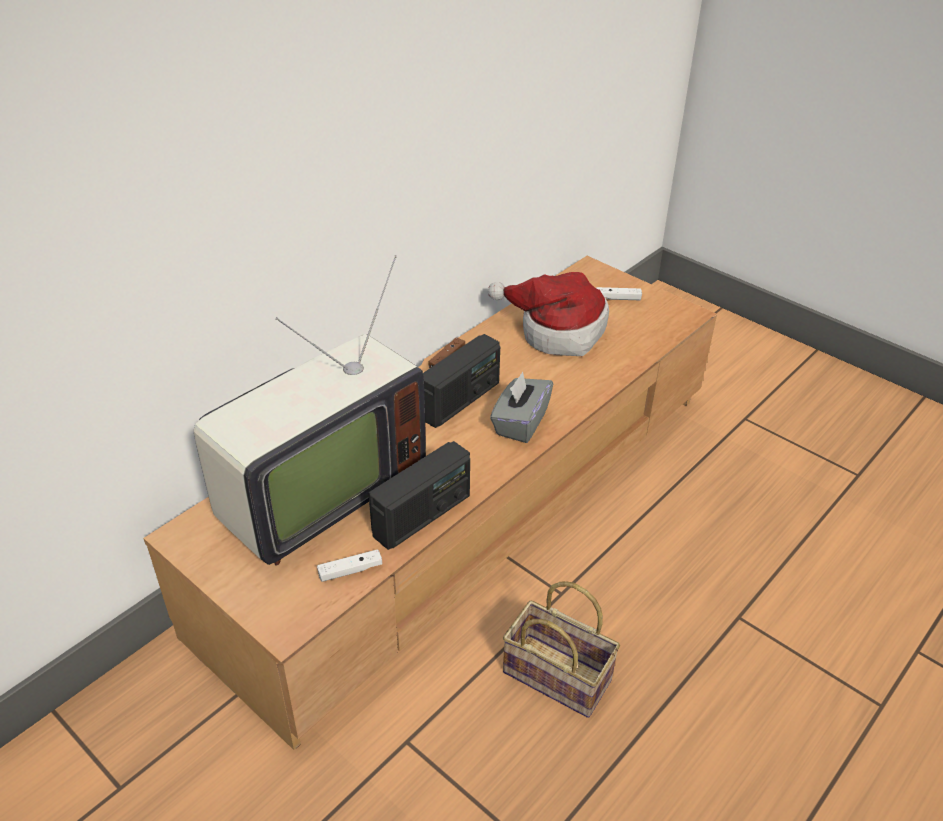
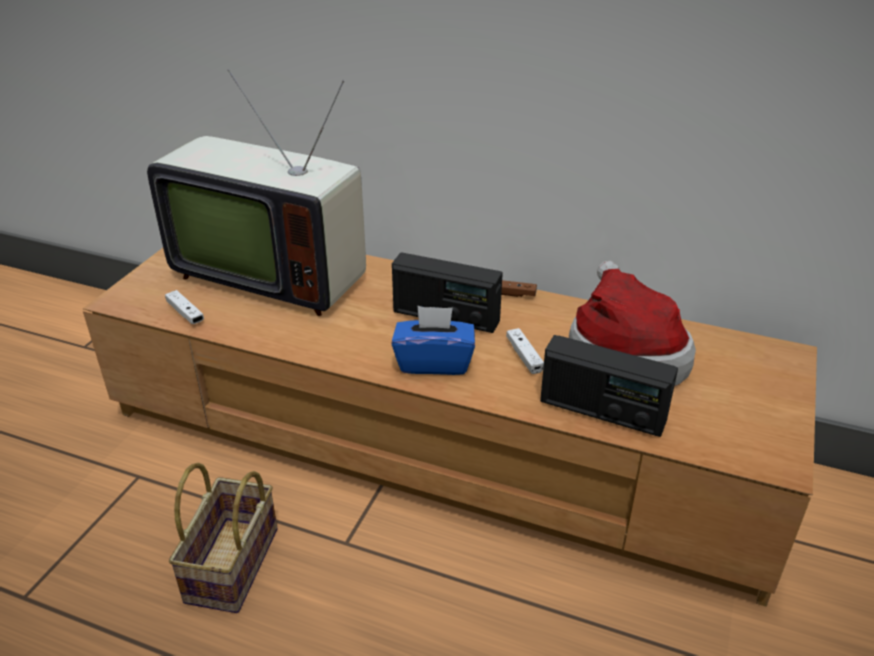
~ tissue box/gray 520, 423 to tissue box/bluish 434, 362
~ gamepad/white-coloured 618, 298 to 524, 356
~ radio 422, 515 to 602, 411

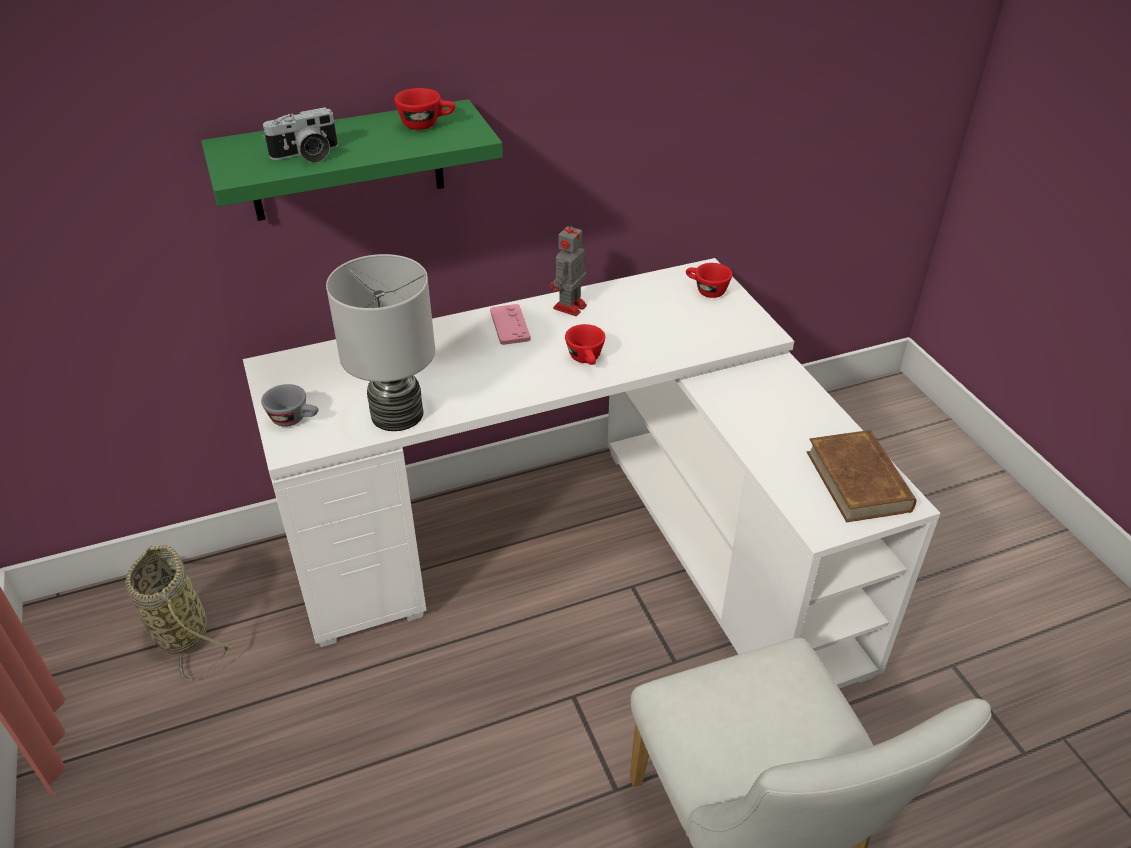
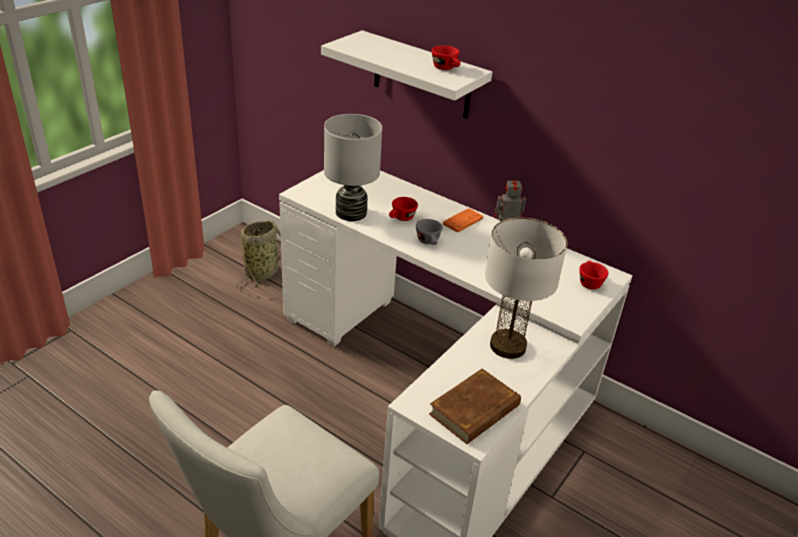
~ wall shelf/greenish 346, 161 to wall shelf/white-coloured 422, 76
~ cup/red-coloured 586, 359 to 401, 218
~ cup/gray 294, 419 to 429, 242
~ gamepad/pink-coloured 510, 325 to gamepad/orange 463, 221
+ table lamp 507, 346
- still camera 306, 155

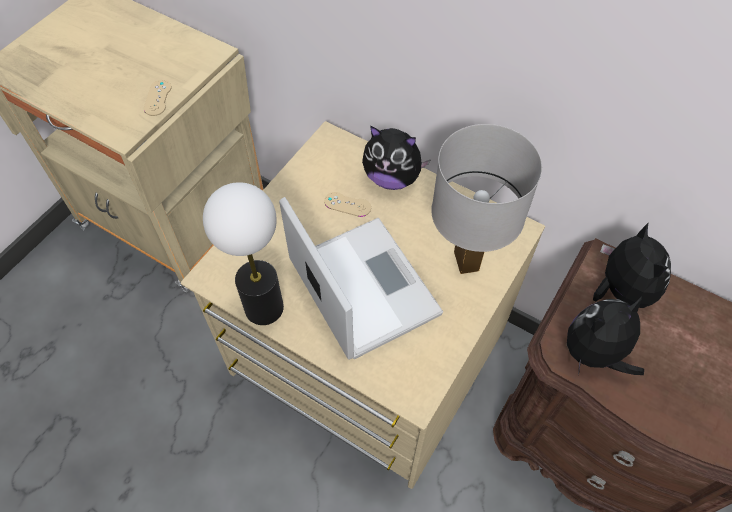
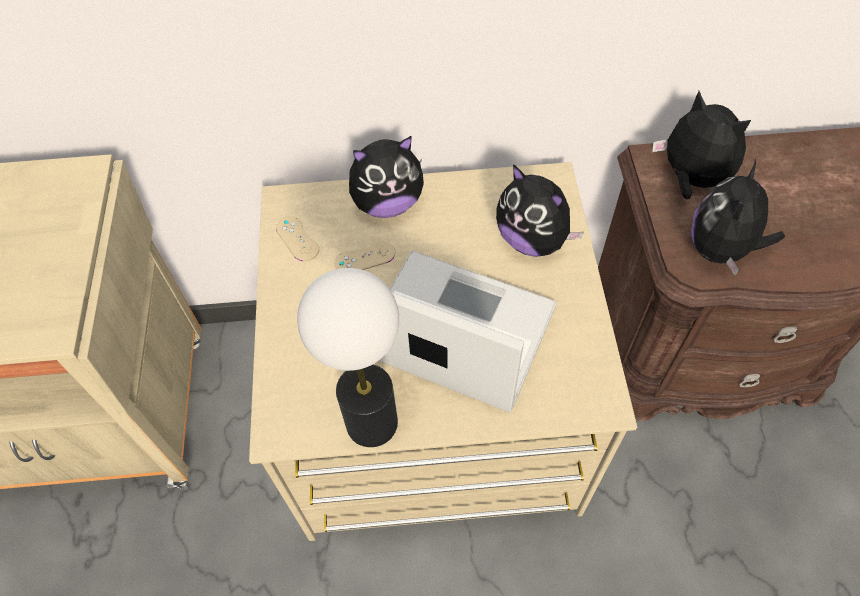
~ gamepad/beige-coloured 158, 98 to 297, 239
~ table lamp/white-coloured 467, 261 to plush toy 533, 240

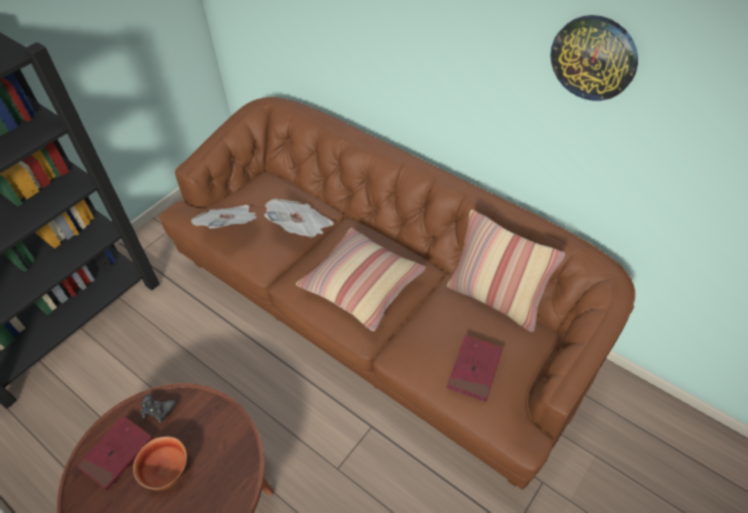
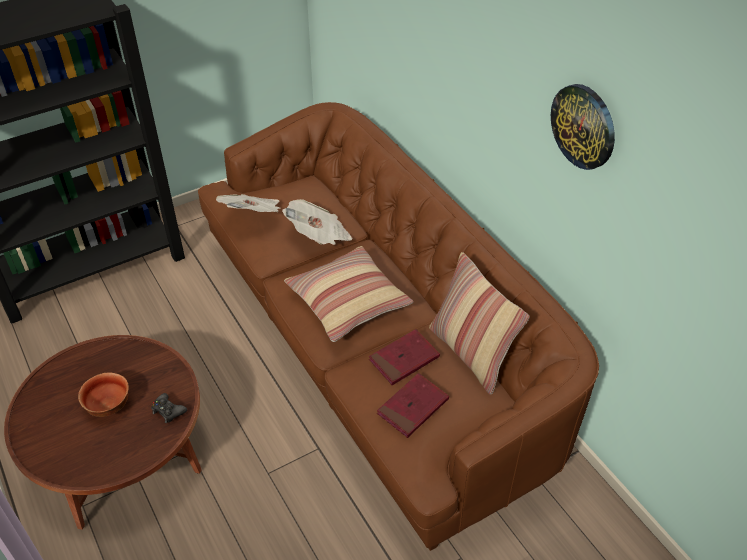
~ gamepad/blackish 157, 409 to 168, 411
~ bound book/red-coloured 117, 453 to 404, 359

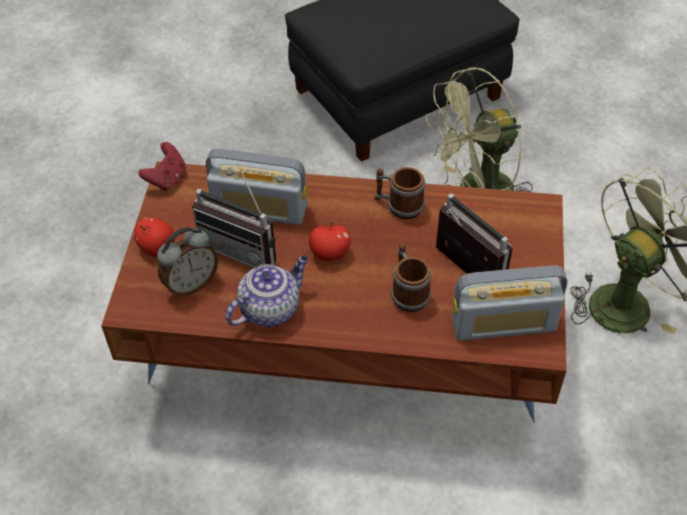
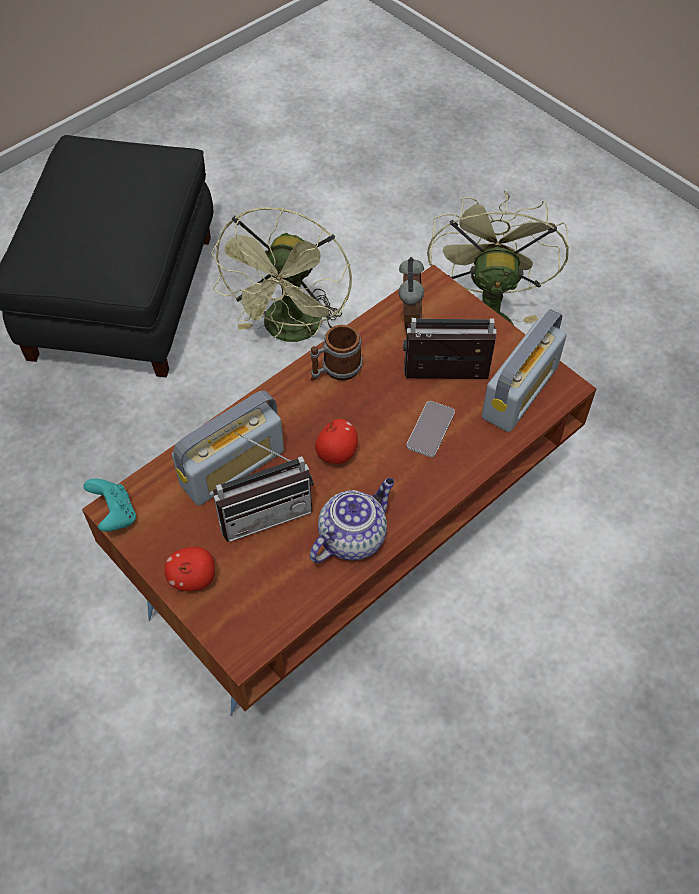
~ gamepad/red-coloured 167, 179 to gamepad/turquoise-coloured 115, 515
~ pot for tea 270, 308 = 353, 536 45 degrees clockwise
~ alarm clock 191, 284 to 409, 319
~ tea mug 408, 292 to telephone 430, 429

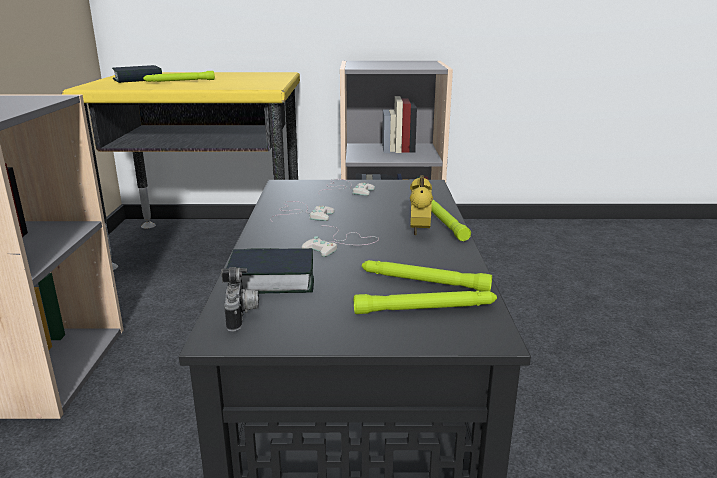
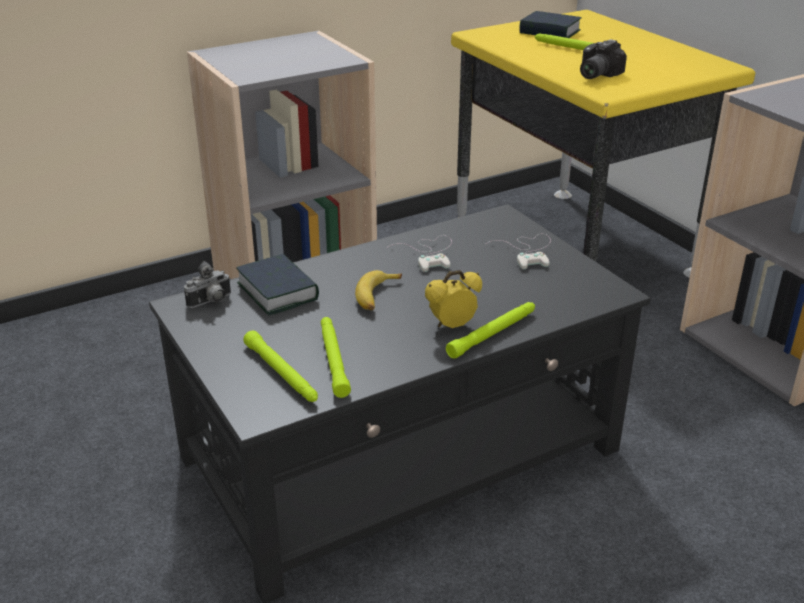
~ gamepad/white-coloured 341, 244 to whole banana 376, 296
+ still camera 594, 74

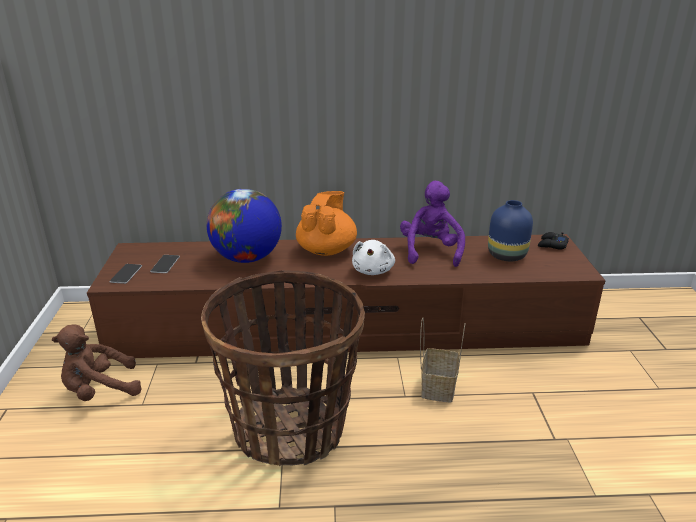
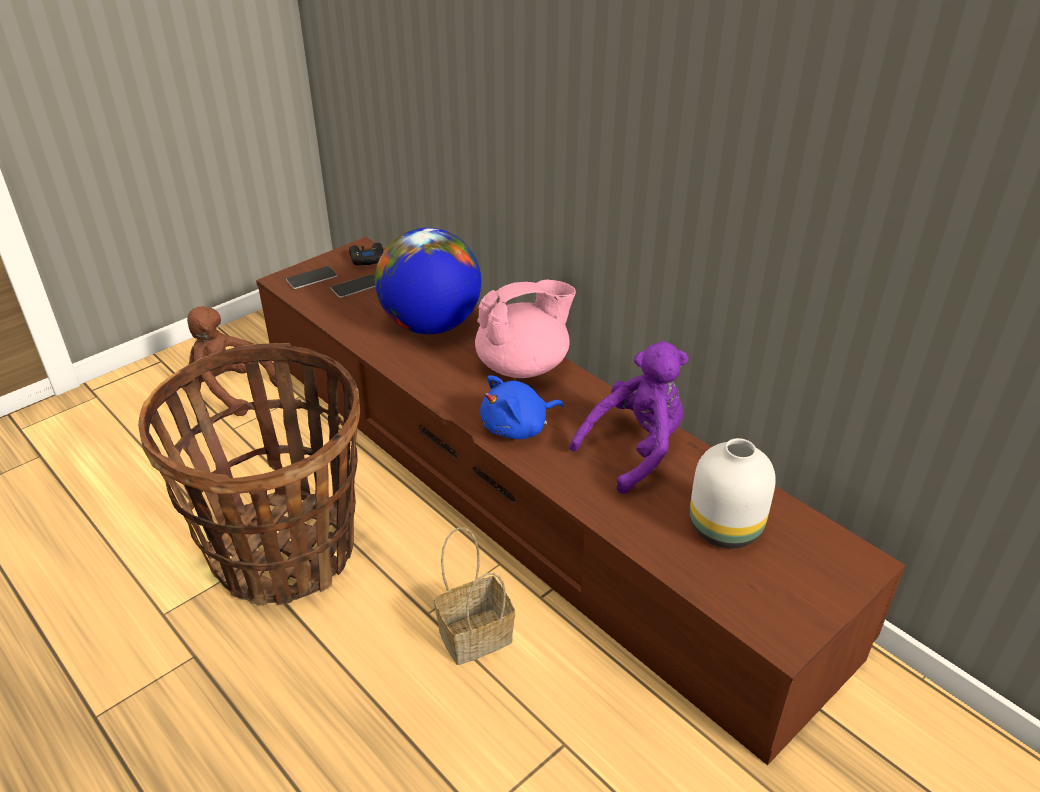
~ gamepad/blackish 552, 245 to 367, 258
~ pot for tea/orange 327, 250 to pot for tea/pink-coloured 524, 366
~ plush toy/white-coloured 373, 270 to plush toy/bluish 518, 428
~ decorative vase/bluish 505, 255 to decorative vase/white-coloured 723, 527

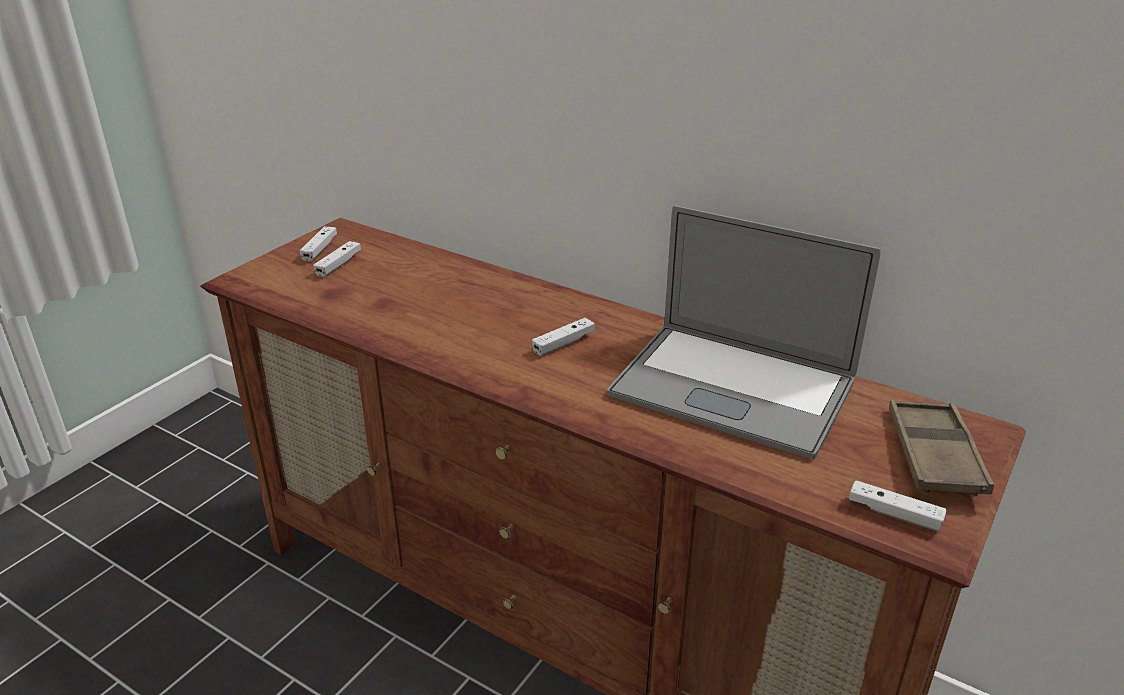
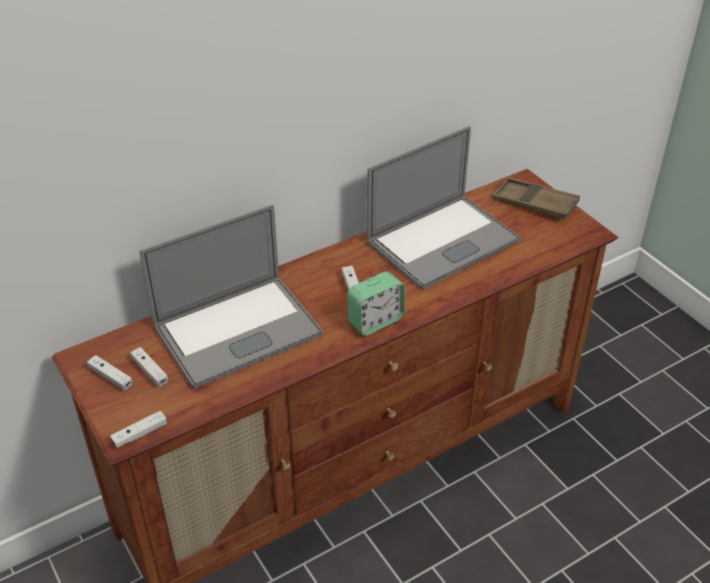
~ gamepad/white-coloured 894, 514 to 140, 434
+ notebook computer 238, 331
+ alarm clock 375, 321

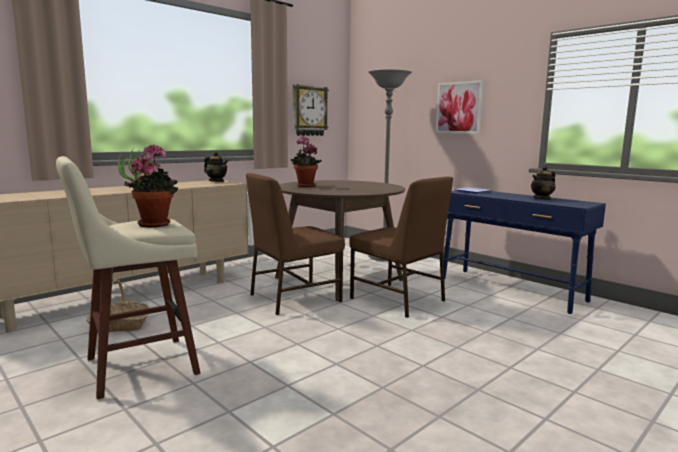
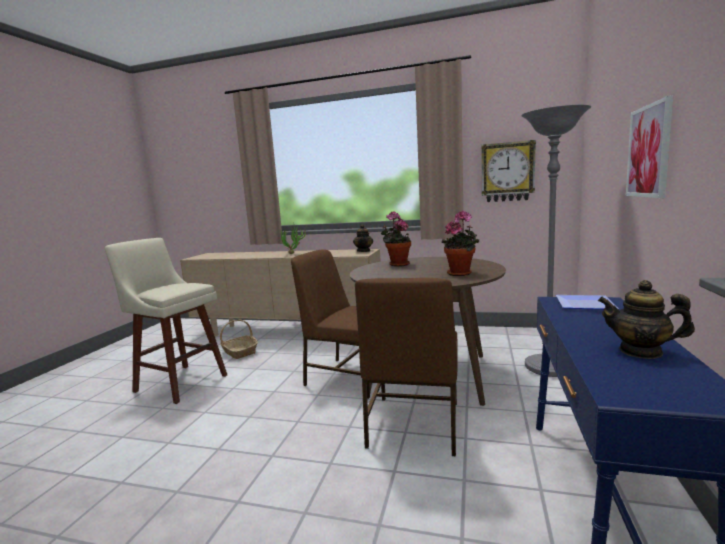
~ potted plant 156, 224 to 461, 273

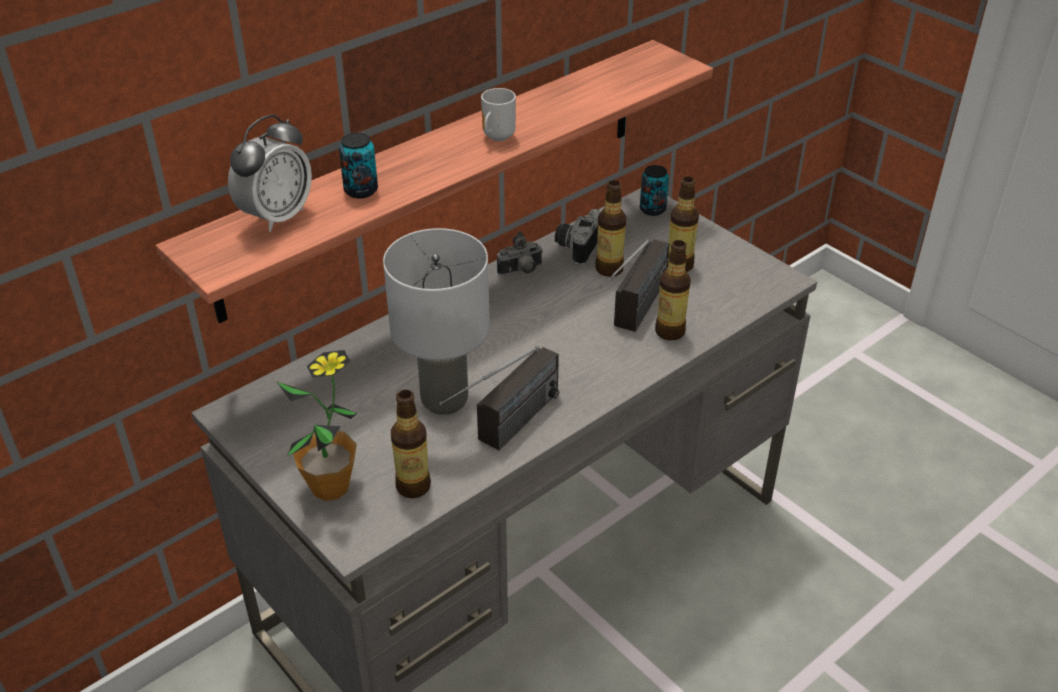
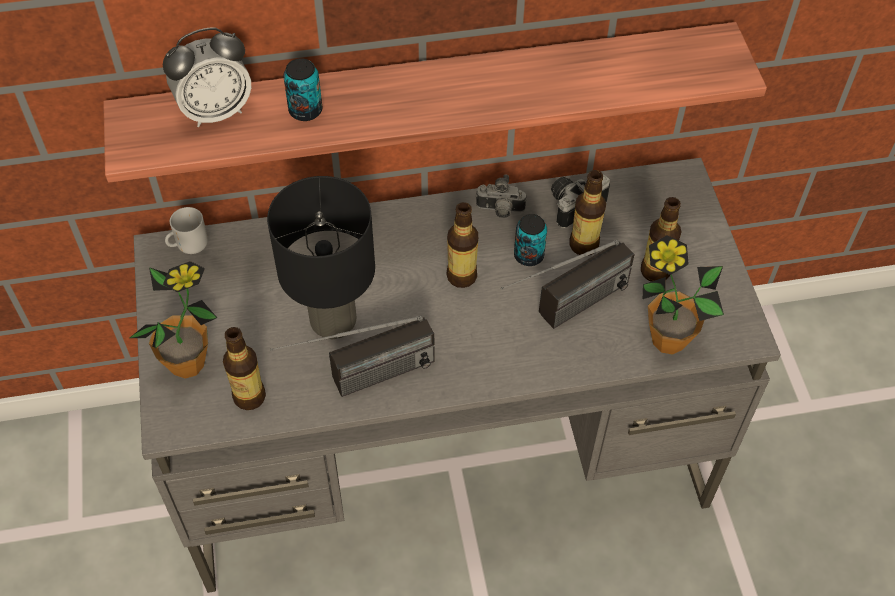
~ tea mug 496, 137 to 190, 246
~ table lamp/white-coloured 445, 399 to table lamp/blackish 335, 321
~ bottle 670, 332 to 461, 276
~ sealed can 652, 209 to 528, 255
+ potted plant 668, 340

